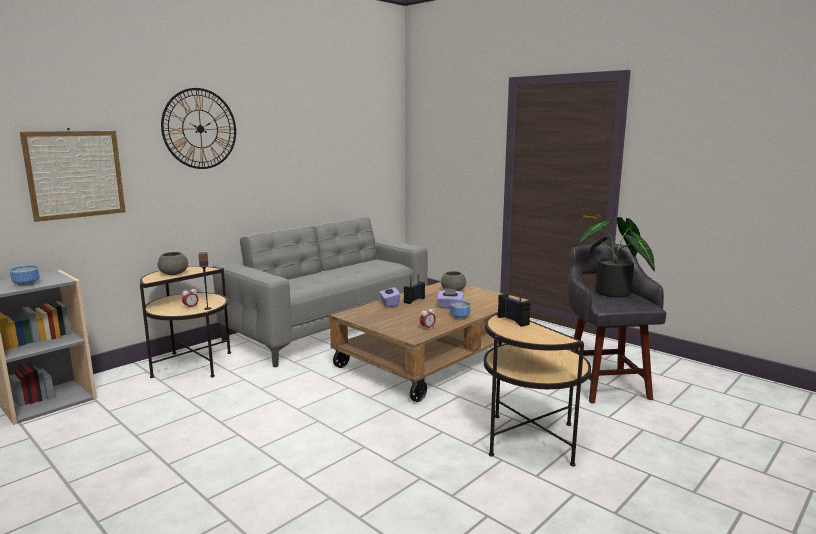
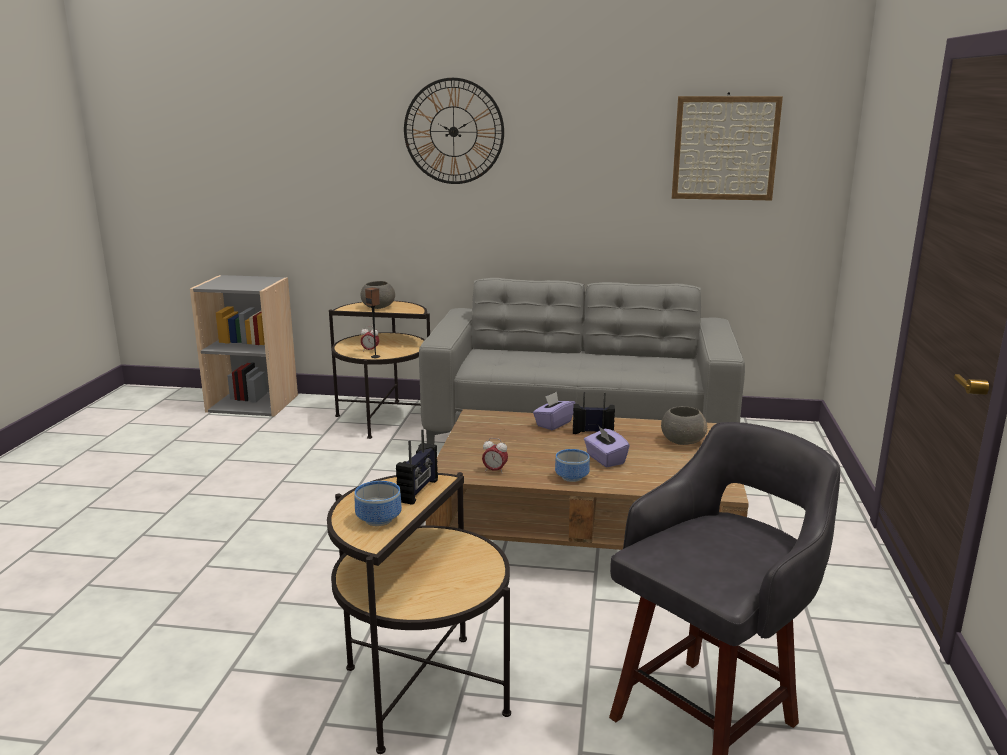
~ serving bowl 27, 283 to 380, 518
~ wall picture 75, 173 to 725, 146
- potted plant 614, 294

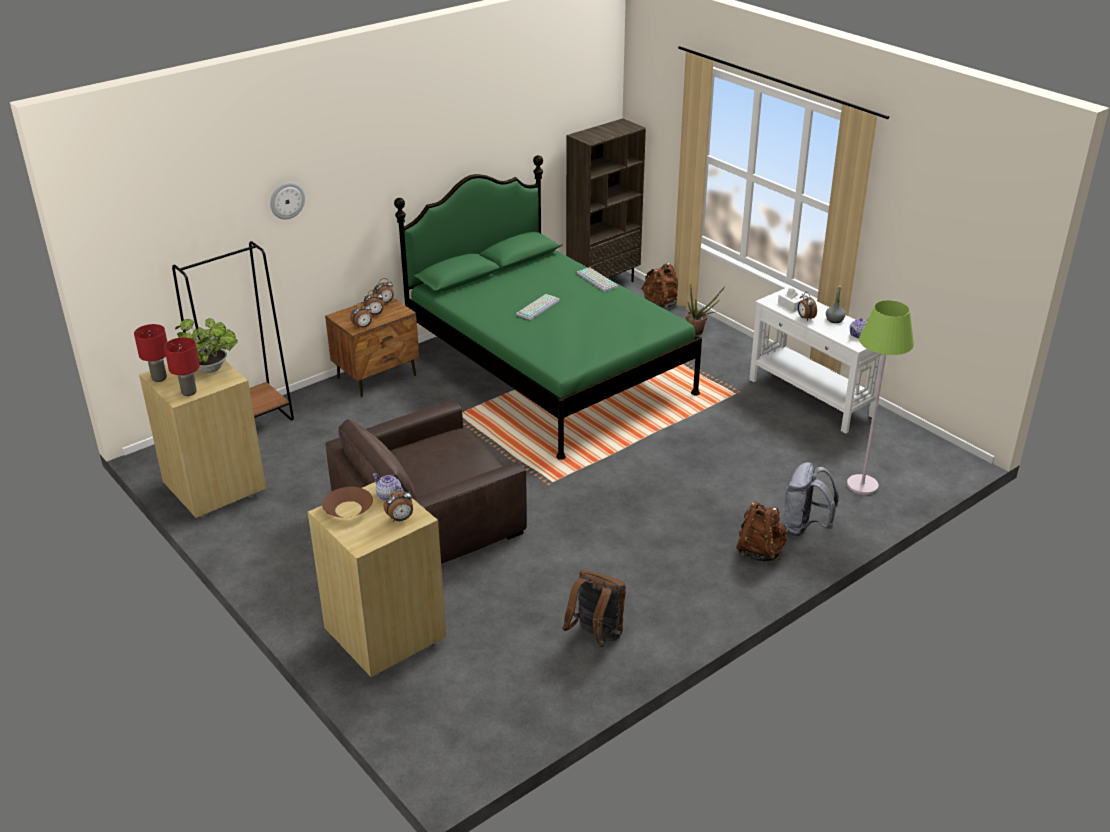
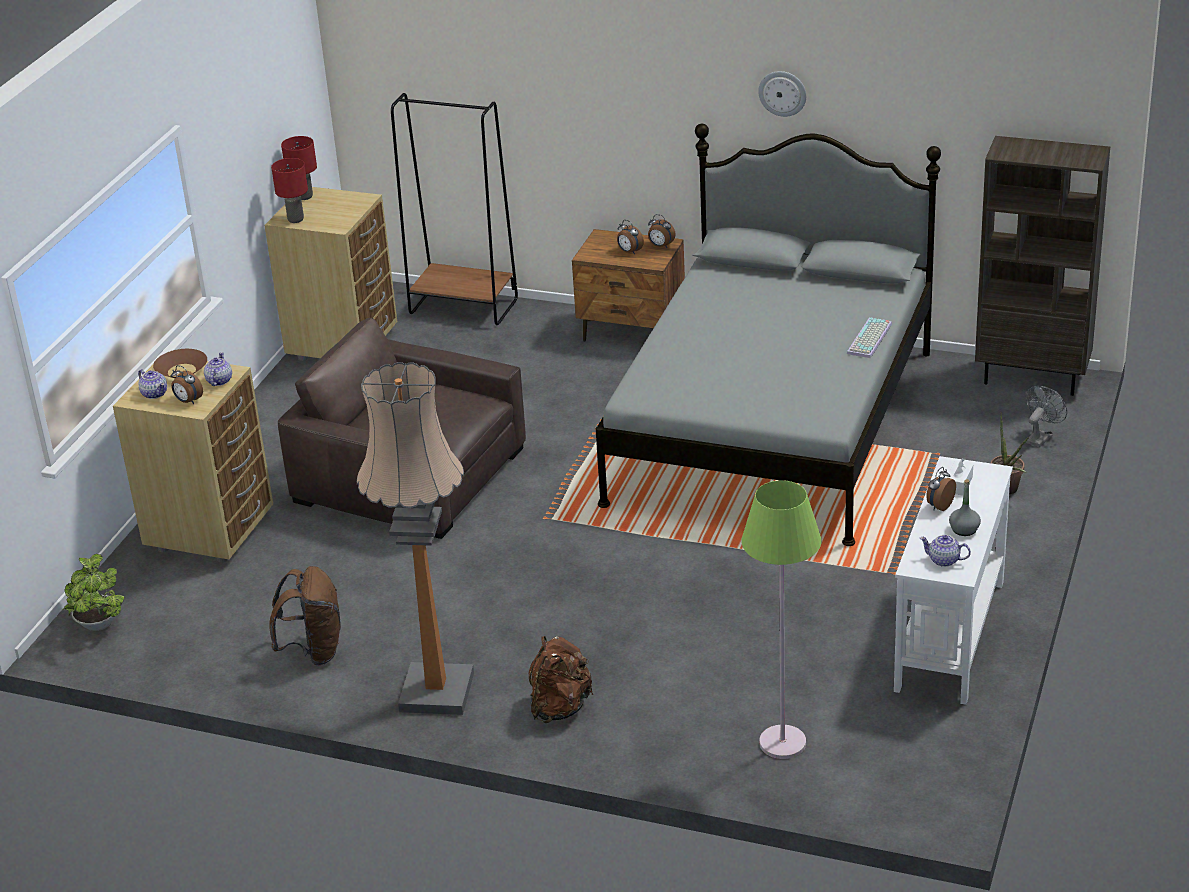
~ potted plant 212, 369 to 98, 626
+ pot for tea 154, 393
+ standard lamp 436, 692
~ sleeping bed/greenish 549, 371 to sleeping bed/gray 773, 426
~ hanging clock 287, 200 to 782, 93
~ backpack/brown 660, 304 to electric fan/gray 1040, 437
- alarm clock 363, 327
- PC keyboard 537, 307
- backpack/gray 805, 527

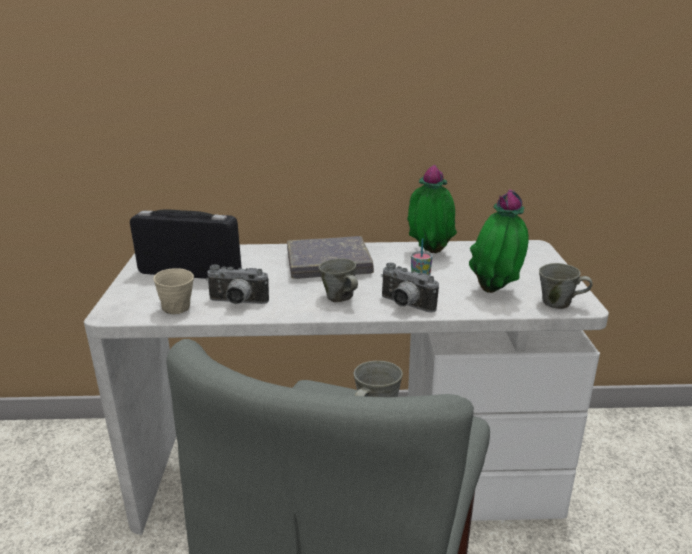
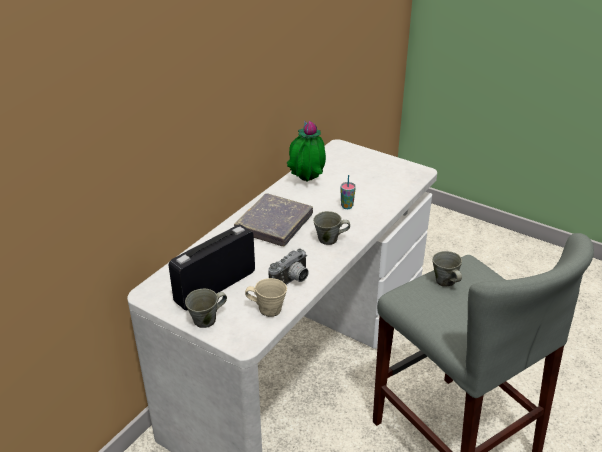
~ tea mug/gray 558, 303 to 206, 320
- still camera 404, 305
- potted plant 496, 292

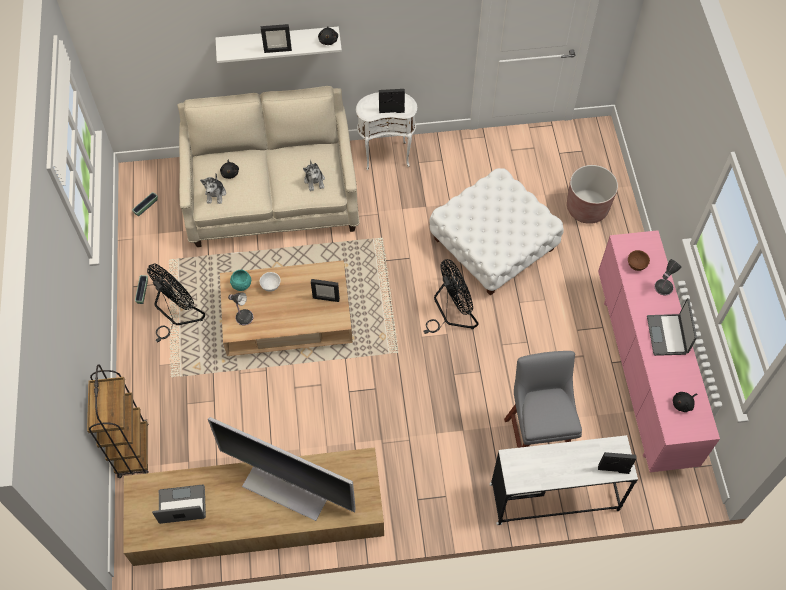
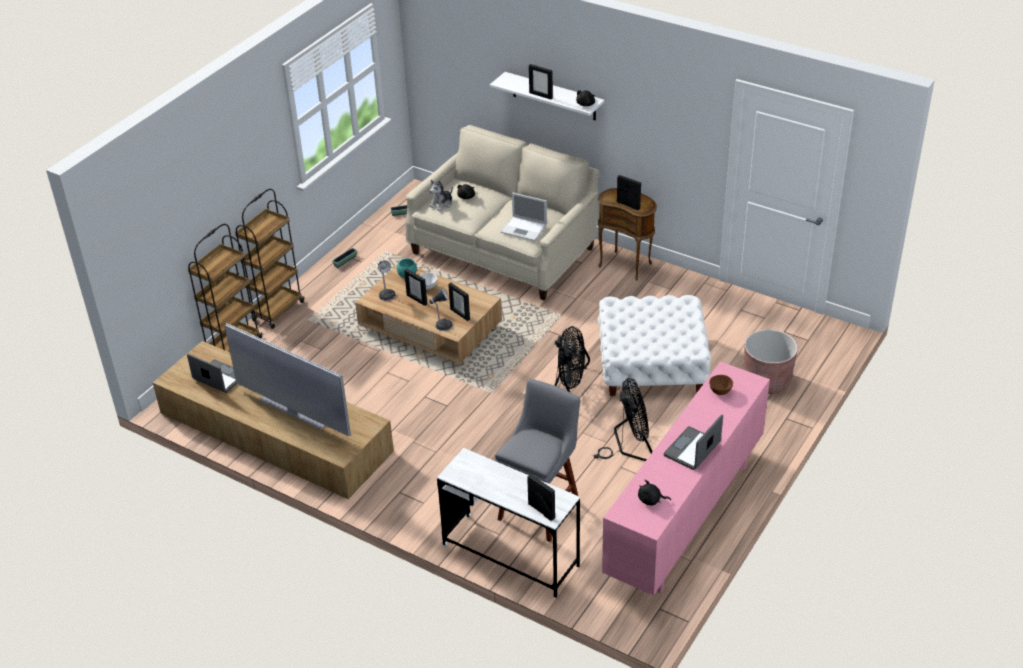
~ television 285, 490 = 296, 409 150 degrees clockwise
+ cart/brown 277, 312
+ standing frame 417, 299
~ table lamp 662, 288 to 442, 325
~ plush toy 314, 180 to notebook computer 525, 229
~ electric fan/blackish 174, 311 to 627, 442
~ end table/white-coloured 386, 155 to end table/brown 626, 264

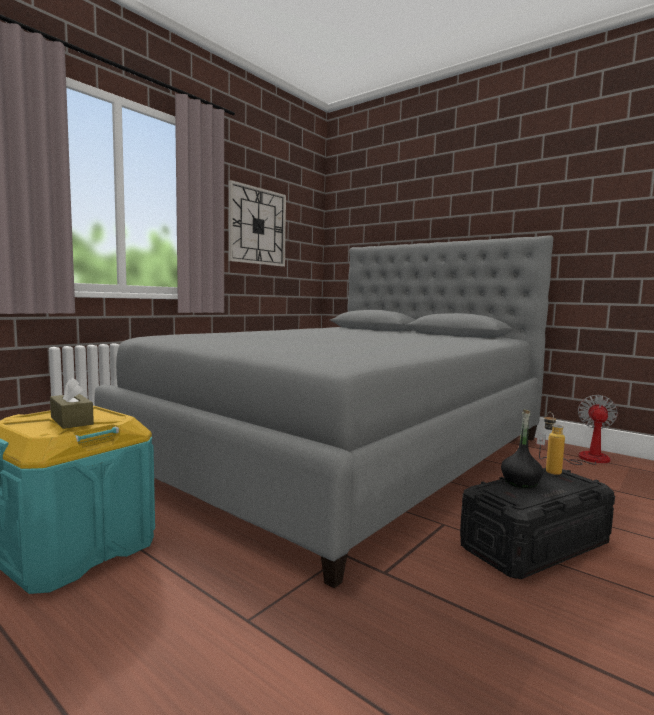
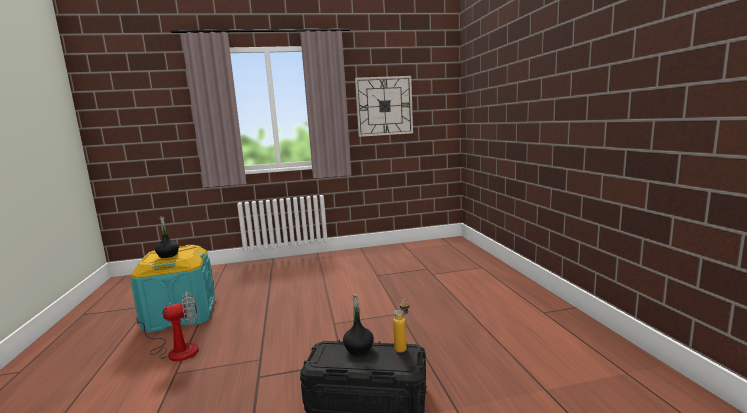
~ electric fan 584, 459 to 176, 350
~ tissue box/brown 71, 421 to bottle/blackish 168, 255
- sleeping bed/gray 347, 452

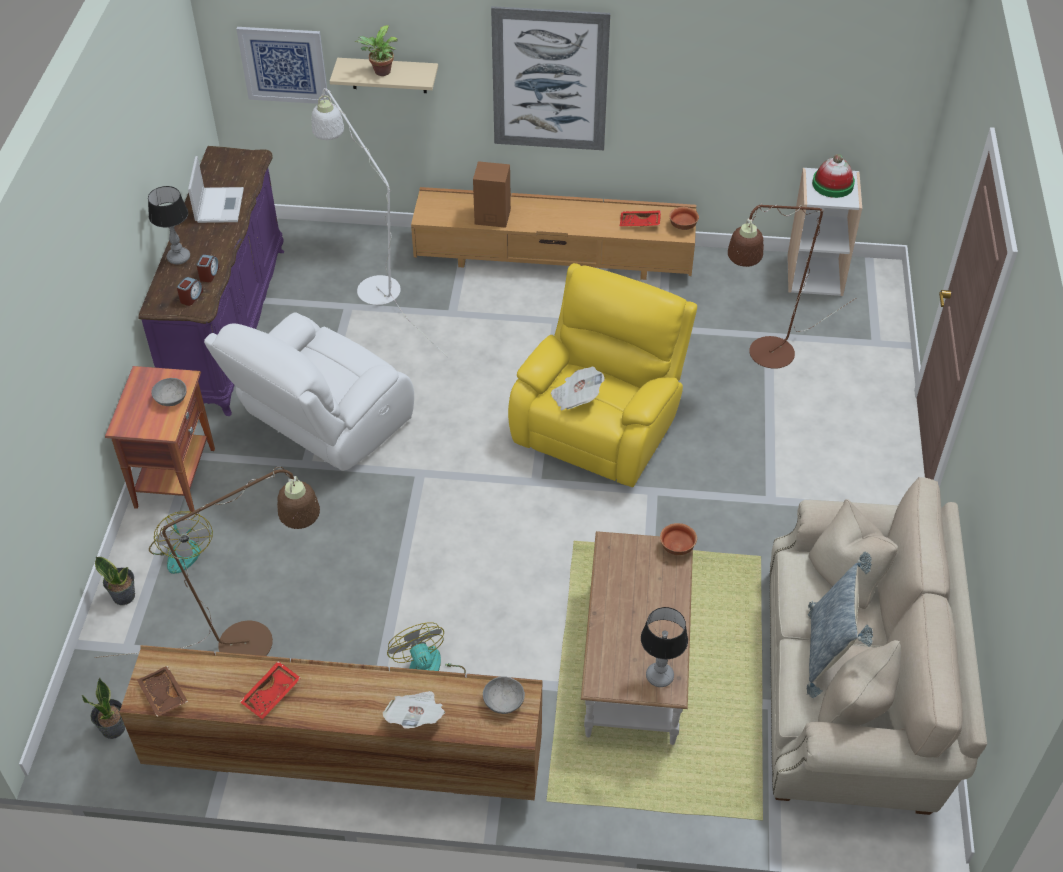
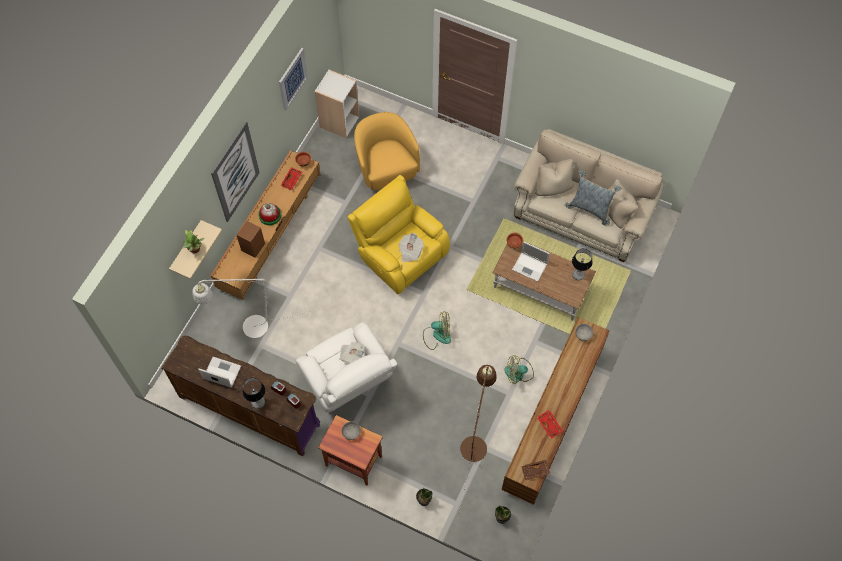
~ clothing hat 832, 184 to 270, 215
~ wall picture 284, 65 to 292, 79
~ newspaper 416, 717 to 351, 354
~ standard lamp/brown 763, 358 to easy chair/yellow 386, 167
~ electric fan 182, 549 to 437, 335
+ notebook computer 530, 267

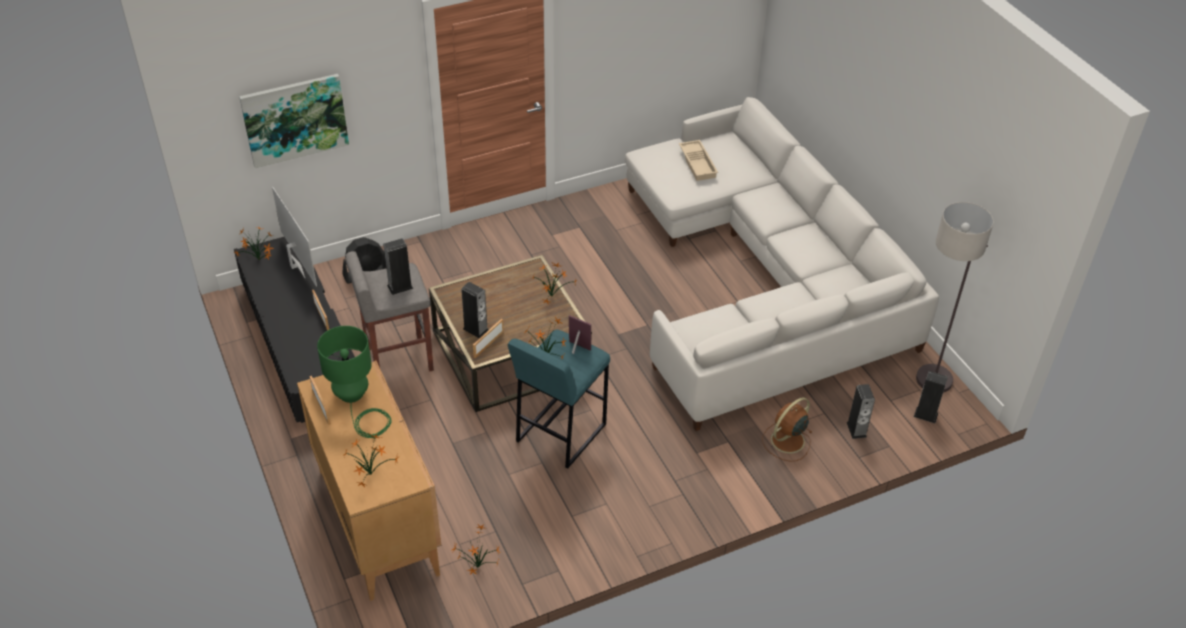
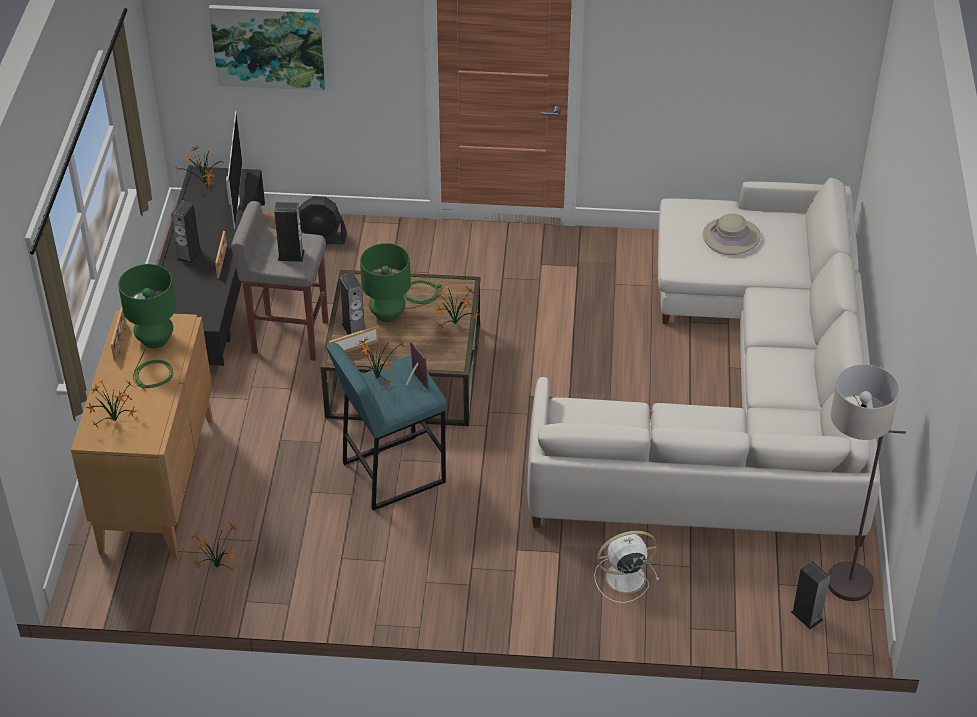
~ loudspeaker 856, 429 to 189, 255
+ table lamp/greenish 401, 305
~ electric fan/brown 786, 441 to electric fan/white-coloured 623, 578
~ tray/beige-coloured 698, 163 to clothing hat/beige-coloured 731, 237

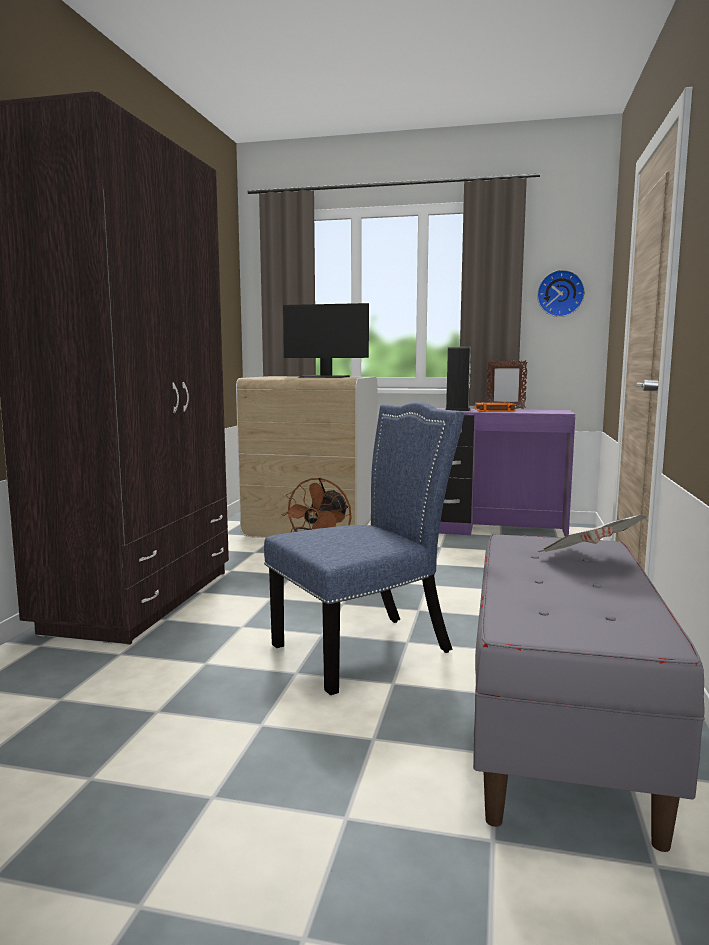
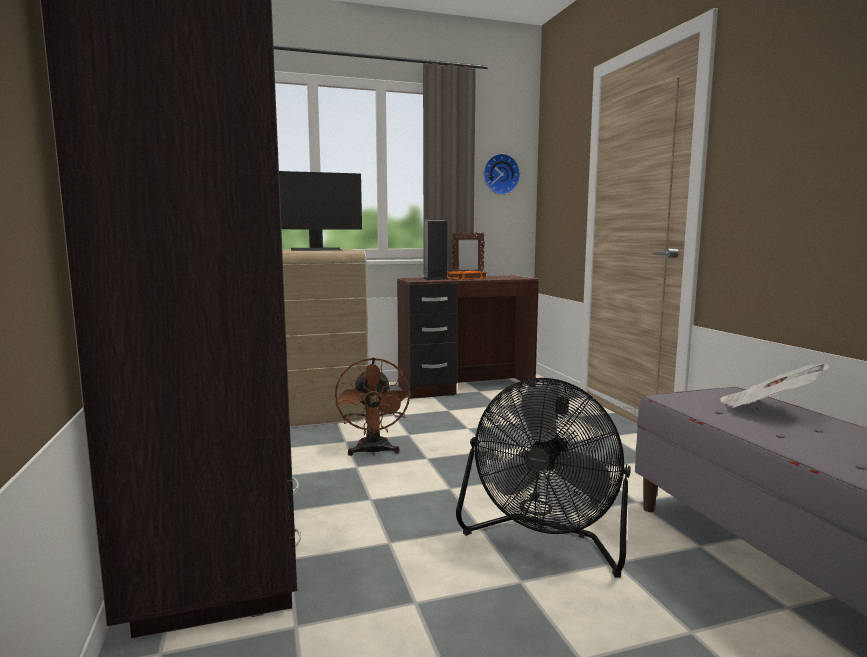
~ desk unit/purple 492, 531 to desk unit/brown 467, 388
~ upright chair/bluish 360, 651 to electric fan/blackish 541, 537

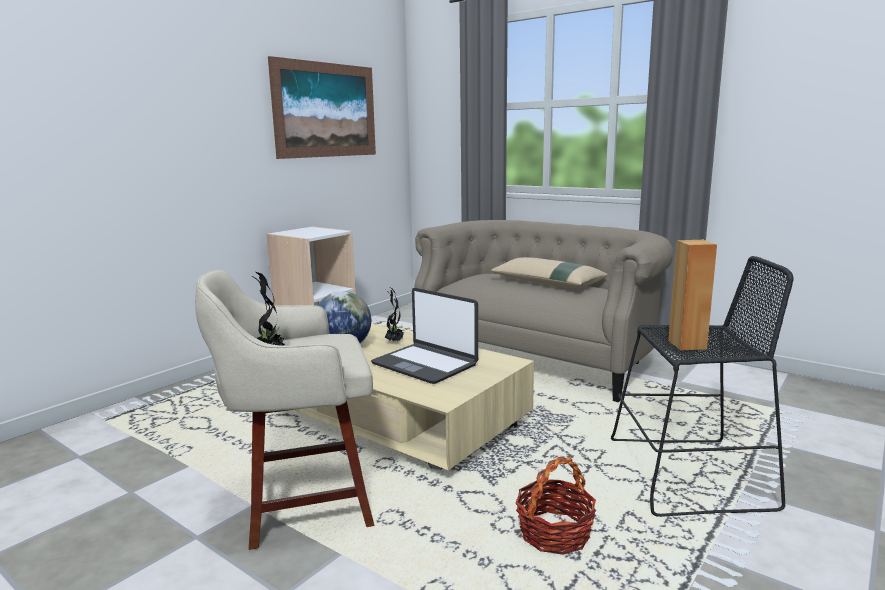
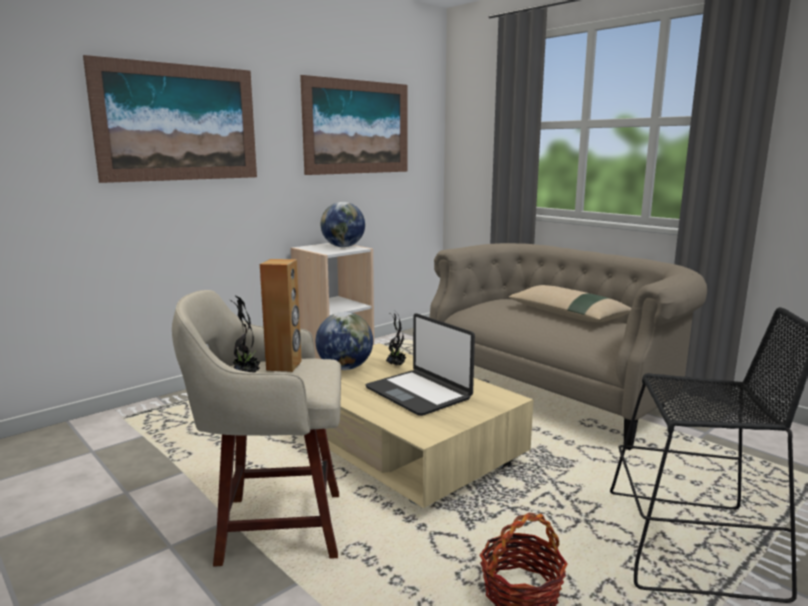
+ wall picture 178, 123
~ loudspeaker/brown 687, 345 to 284, 366
+ globe 343, 246

